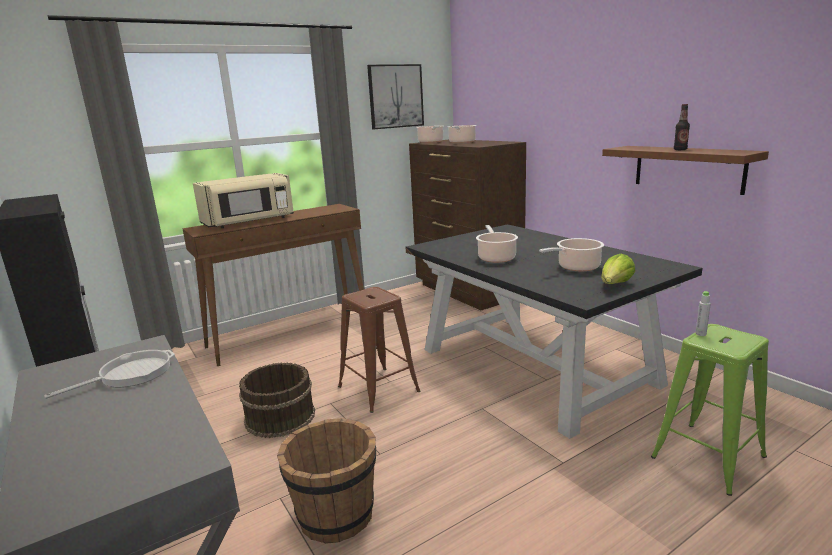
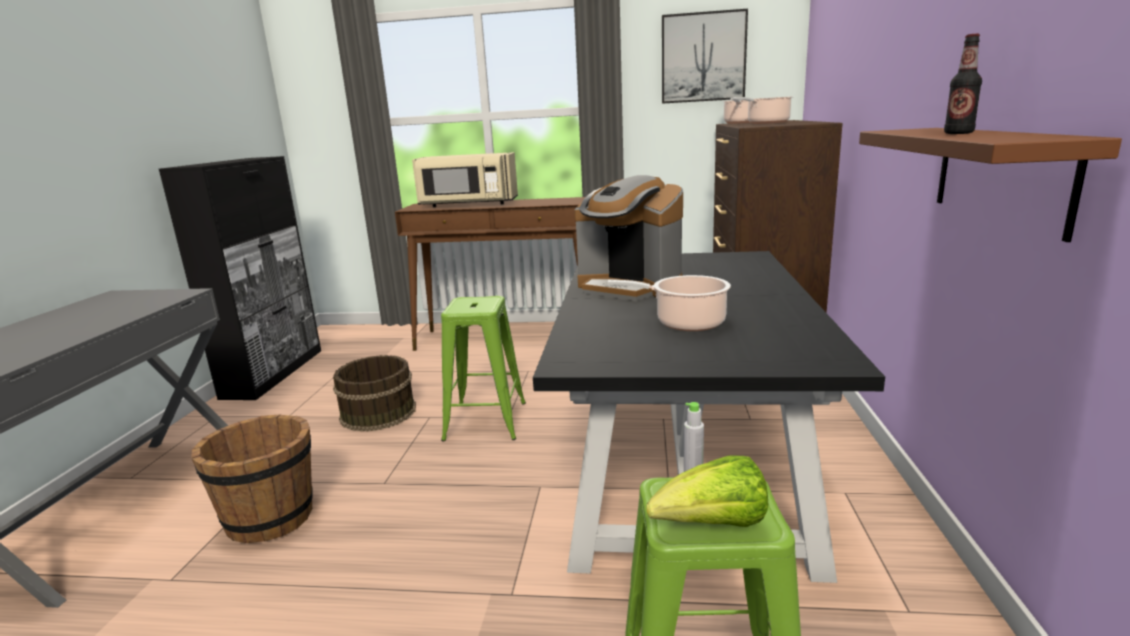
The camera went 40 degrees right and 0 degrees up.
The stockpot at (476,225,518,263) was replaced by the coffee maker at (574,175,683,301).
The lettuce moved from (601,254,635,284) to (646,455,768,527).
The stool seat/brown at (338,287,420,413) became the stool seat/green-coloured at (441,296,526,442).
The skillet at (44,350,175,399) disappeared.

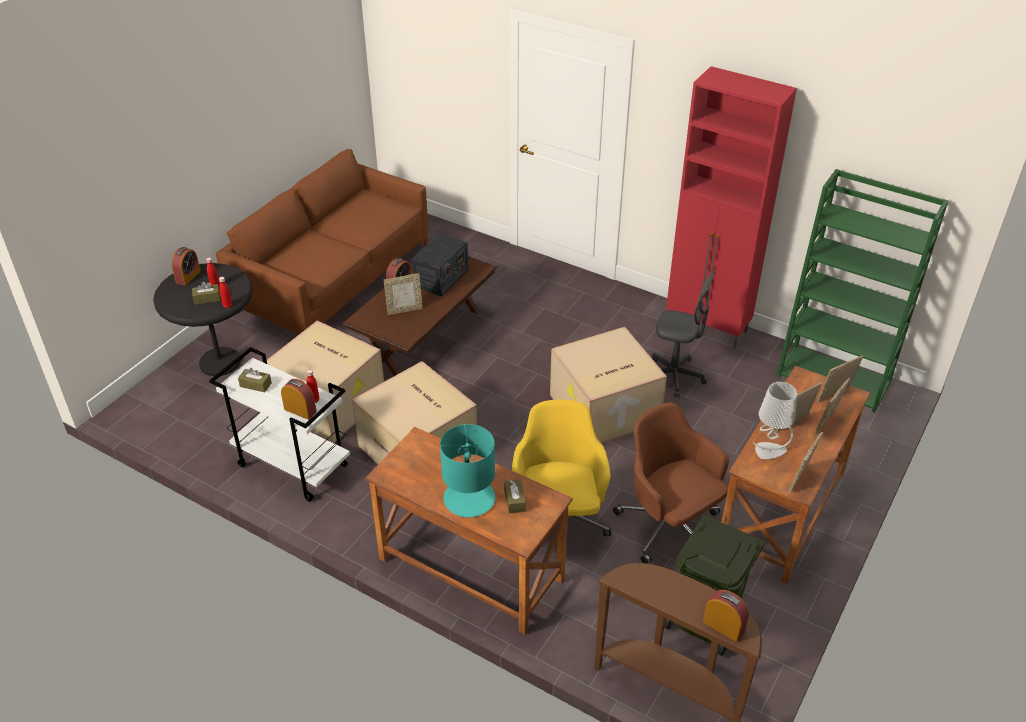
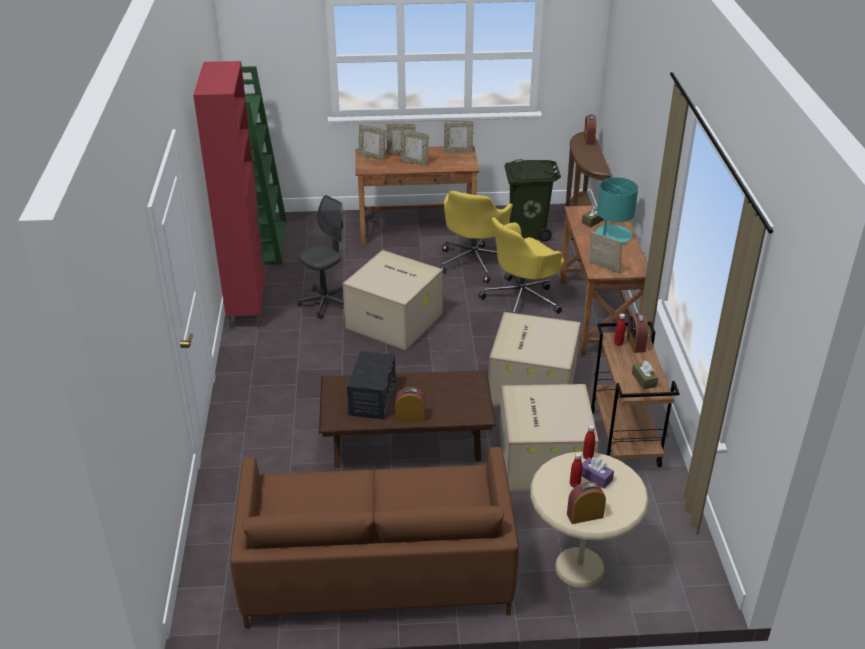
The camera went 125 degrees left and 5 degrees down.
The radio set at (412,233,468,296) turned 105 degrees clockwise.
The side table/black at (153,263,253,376) became the side table/sand-coloured at (531,452,649,588).
The computer chair/gray at (652,270,715,398) turned 60 degrees clockwise.
The picture frame moved from (384,273,423,315) to (590,231,622,273).
The box of tissues/brown at (192,282,221,305) became the box of tissues/purplish at (582,457,614,489).
The trolley/white-coloured at (209,347,350,502) became the trolley/brown at (591,322,680,467).
The tabletop lamp/gray at (753,382,797,459) disappeared.
The computer chair/brown at (613,403,729,564) became the computer chair/yellow at (440,191,513,283).

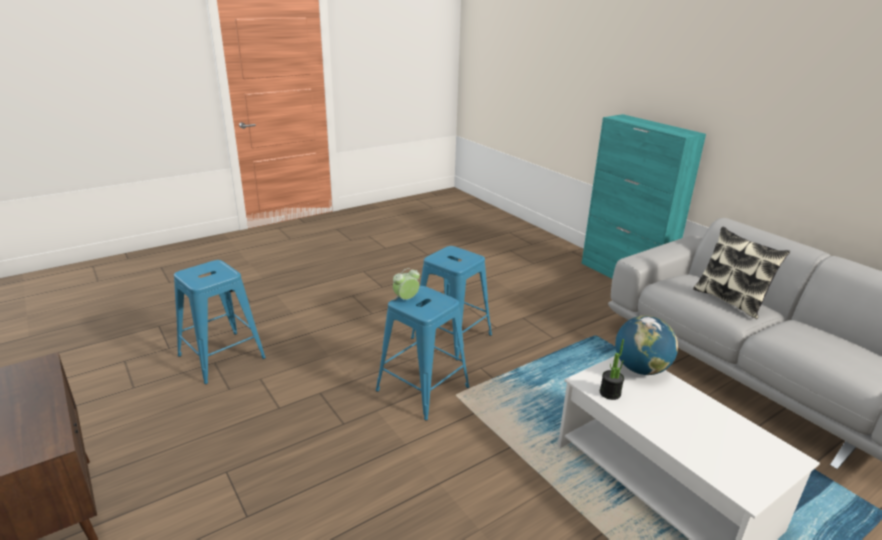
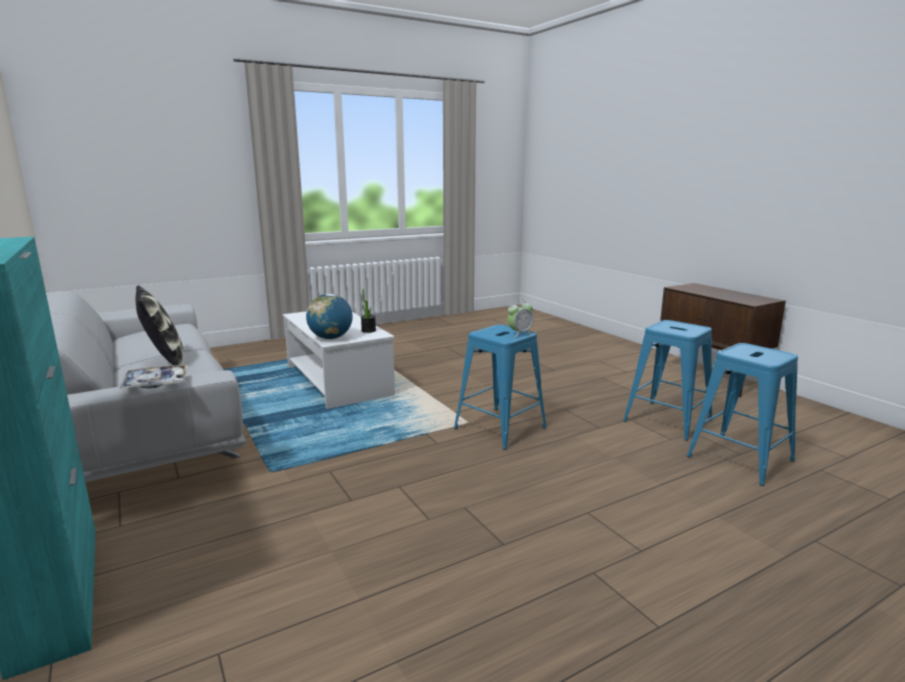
The camera went 175 degrees left and 10 degrees down.
The stool seat/blue moved from (411,246,492,360) to (623,320,712,441).
The serving tray at (120,364,188,389) appeared.

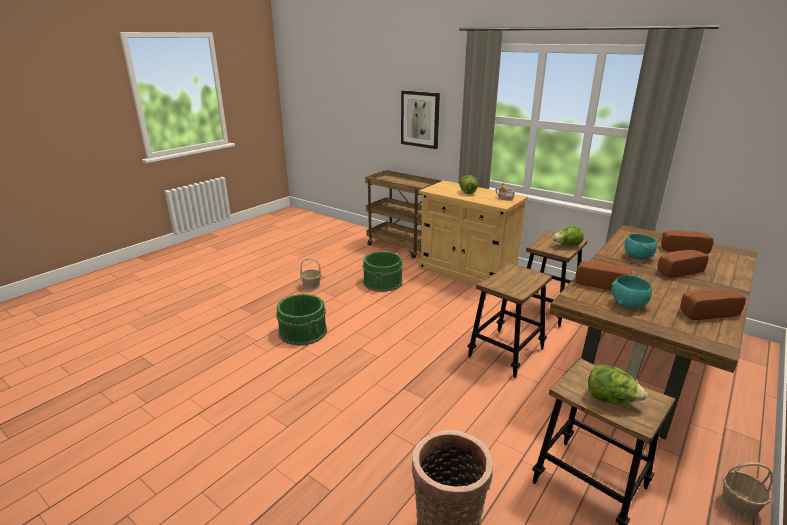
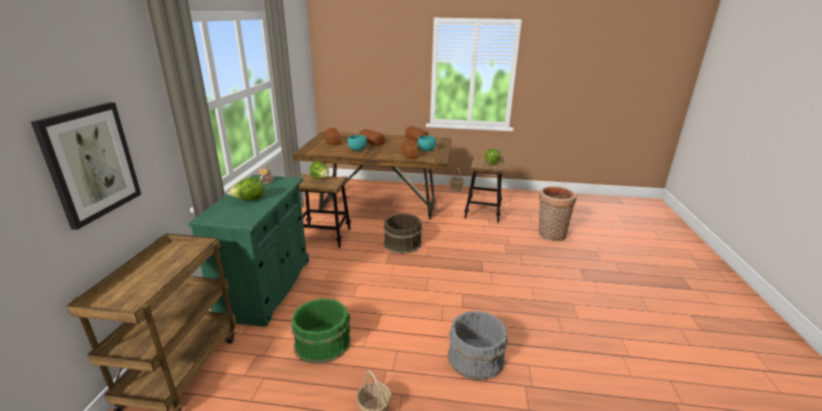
The camera went 120 degrees left and 0 degrees up.
The storage cabinet/sand-coloured at (419,181,528,285) became the storage cabinet/green-coloured at (188,175,309,327).
The stool seat at (467,263,552,378) was replaced by the bucket/brown at (383,213,422,254).
The bucket/green-coloured at (276,294,327,346) became the bucket/gray at (448,311,508,381).

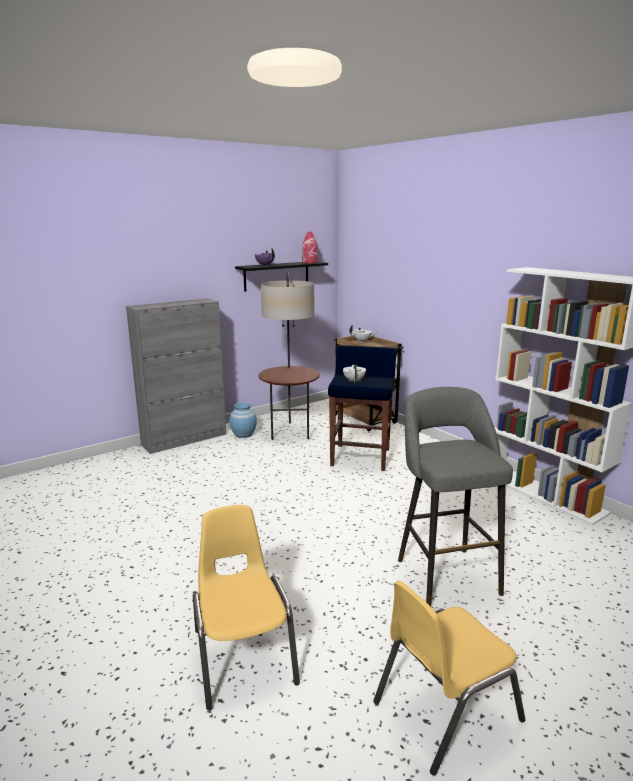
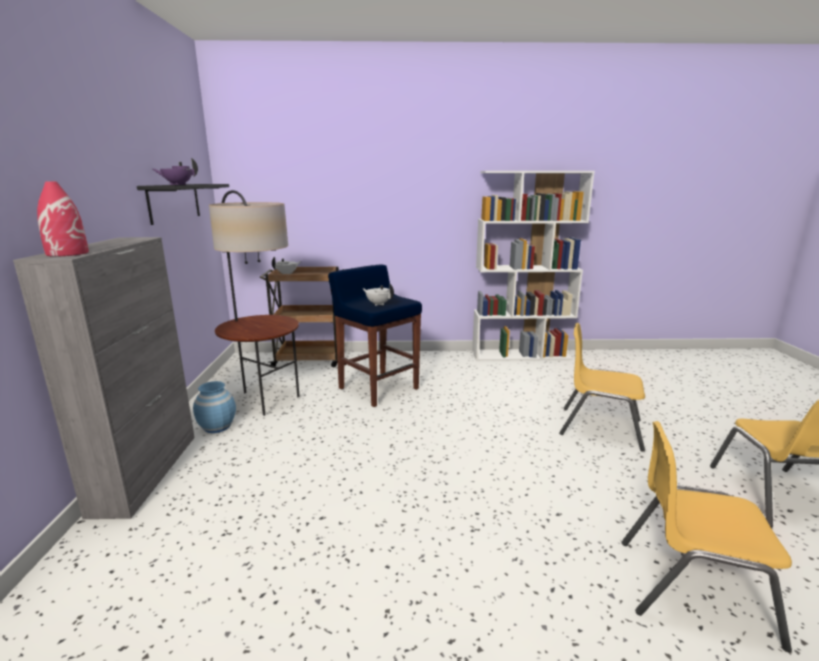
The camera went 55 degrees left and 0 degrees up.
The flower vase/red-coloured moved from (302,231,318,263) to (37,181,89,257).
The stool seat/gray at (398,387,513,606) was replaced by the upright chair/yellow at (559,323,645,451).

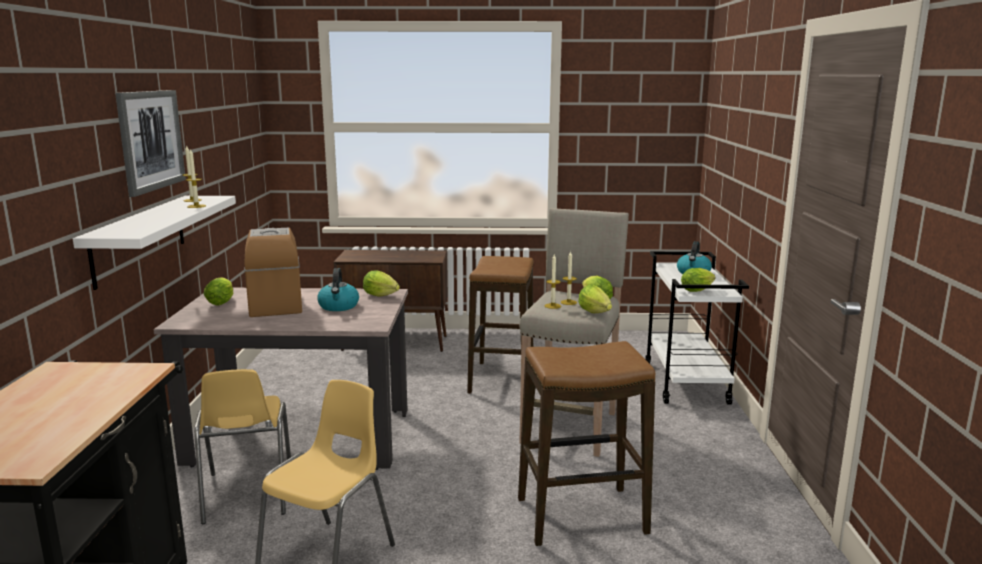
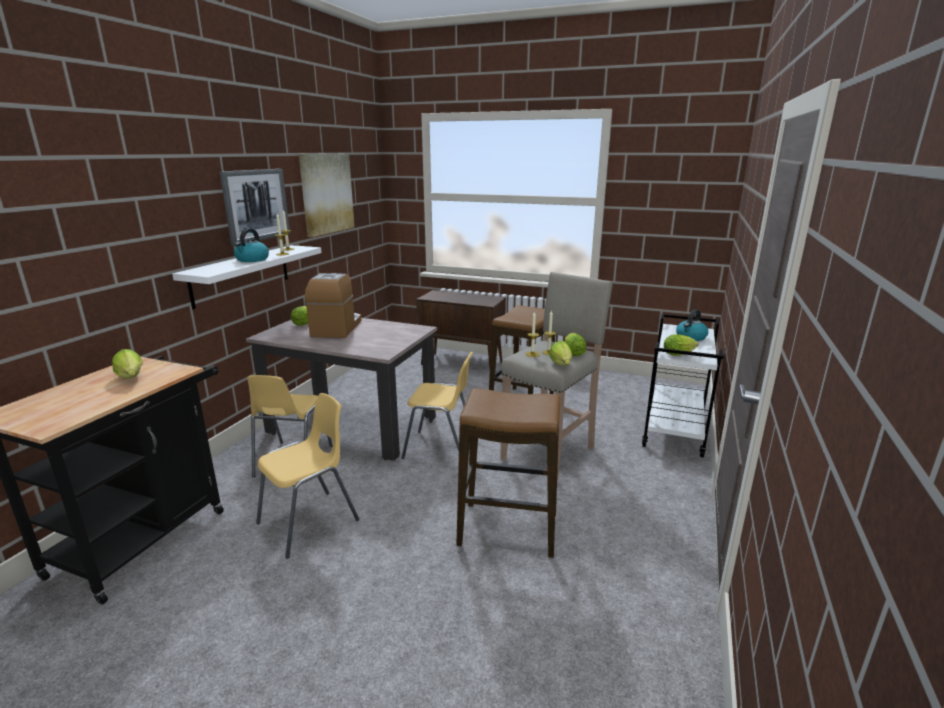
The camera went 20 degrees right and 5 degrees up.
The water kettle moved from (317,268,359,311) to (234,228,269,262).
The lettuce moved from (363,271,400,297) to (112,349,143,379).
The wall art at (299,153,355,237) appeared.
The upright chair/yellow at (402,352,473,459) appeared.

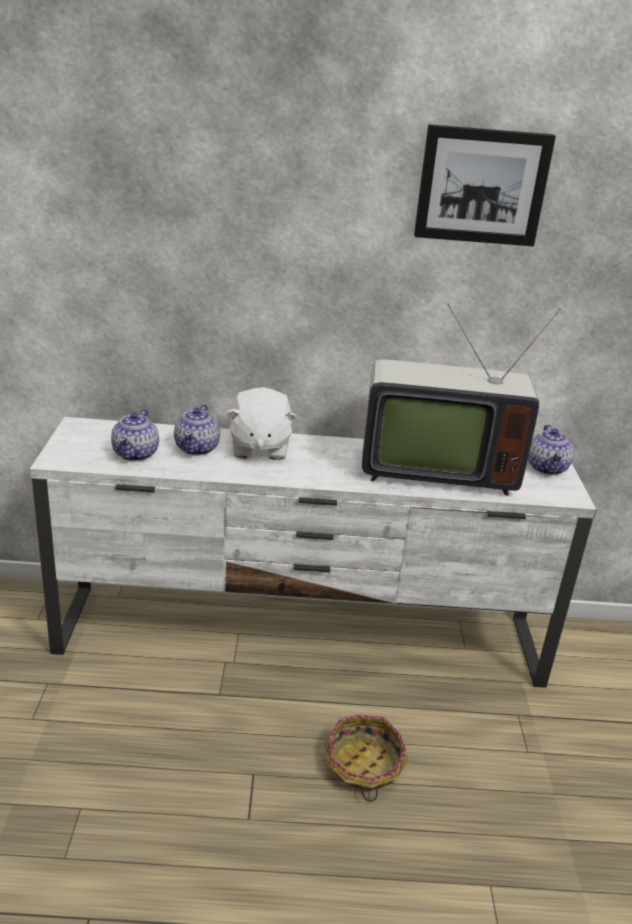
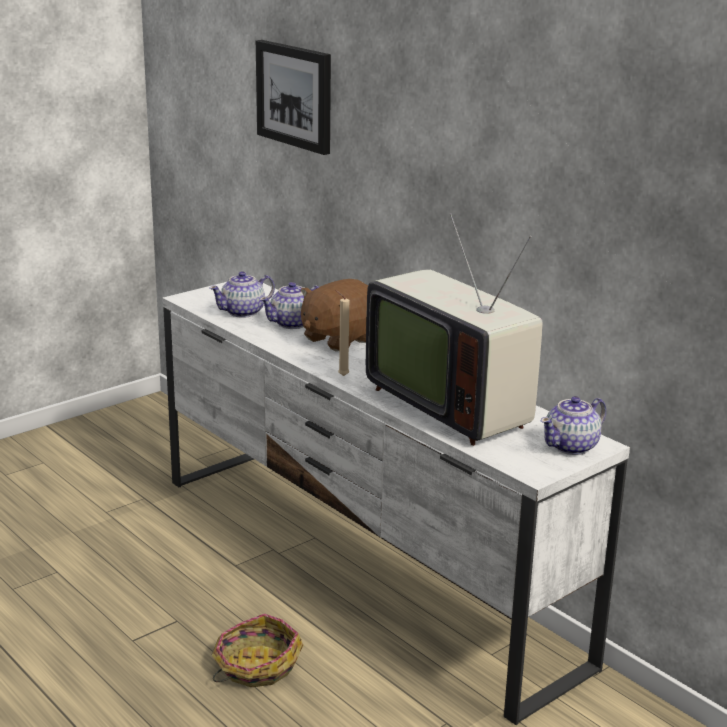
The camera went 50 degrees right and 5 degrees down.
The wall art moved from (414,124,556,246) to (256,40,331,155).
The plush toy/white-coloured at (226,387,296,460) became the plush toy/brown at (300,279,368,351).
The candle/sand-coloured at (335,290,349,376) appeared.

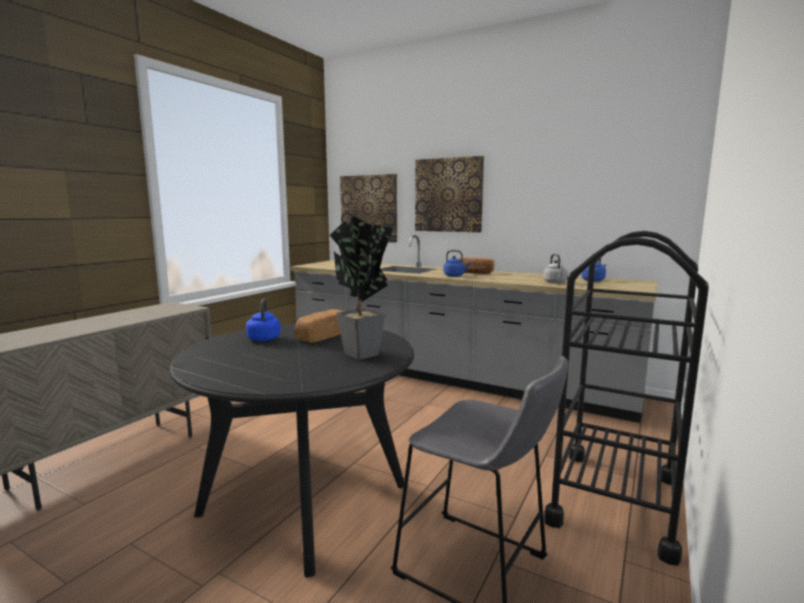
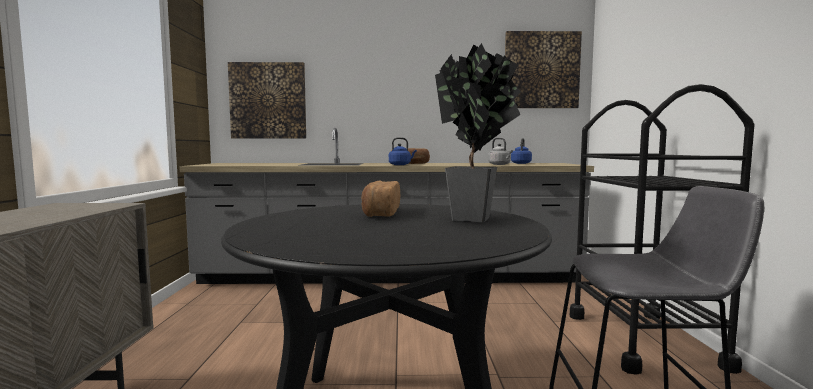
The camera went 30 degrees left and 5 degrees down.
The wall art moved from (415,156,484,232) to (505,31,582,108).
The water kettle/blue at (246,299,281,341) disappeared.

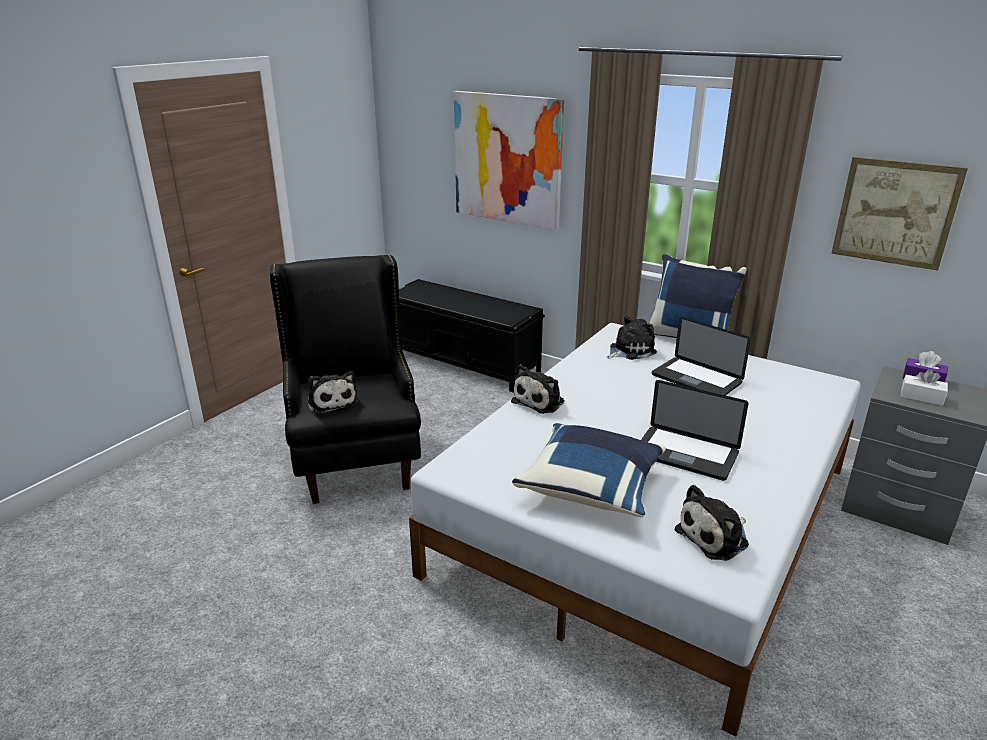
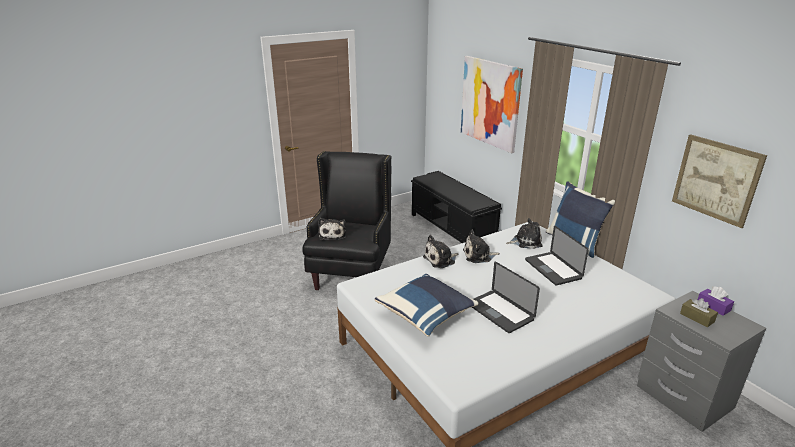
The camera went 25 degrees right and 0 degrees up.
The box of tissues/white-coloured at (901,369,948,406) became the box of tissues/brown at (680,298,718,327).
The plush toy moved from (675,485,749,561) to (463,229,500,263).

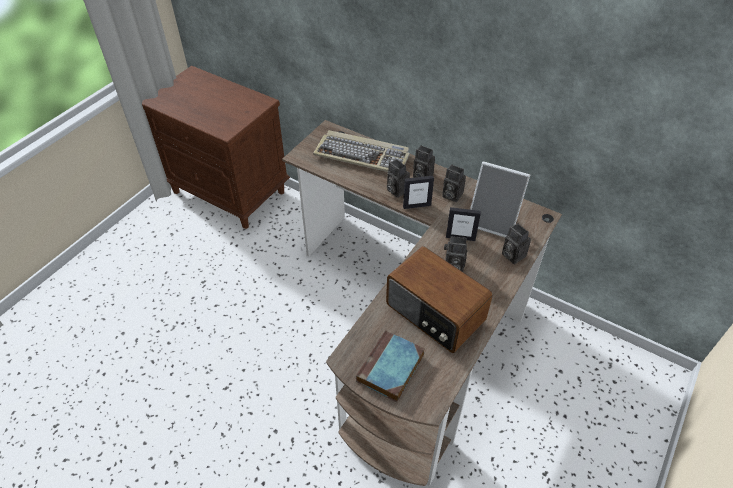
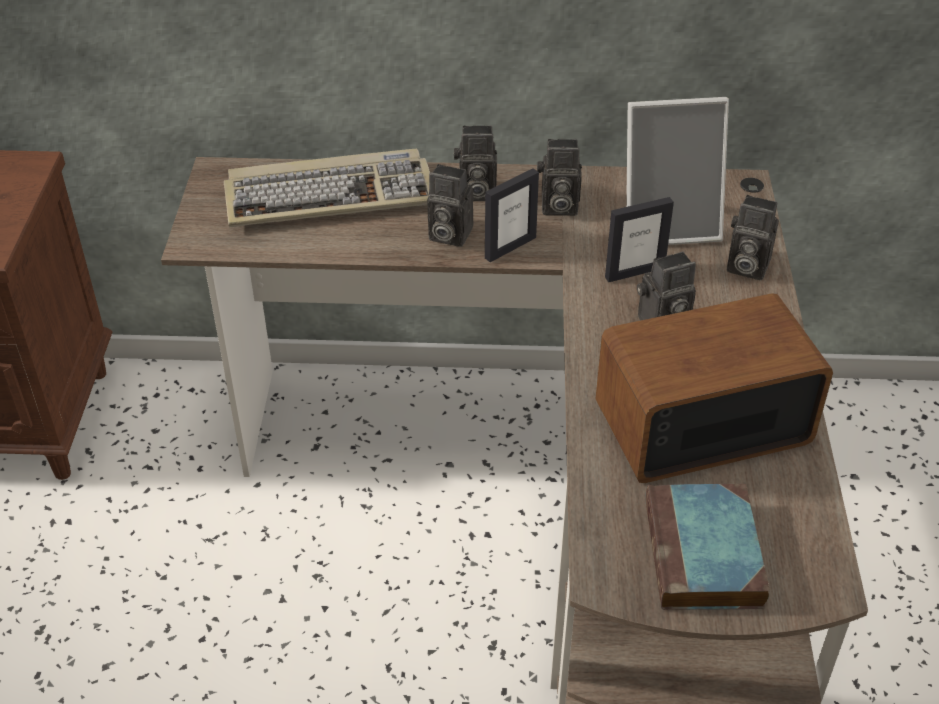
The camera went 30 degrees left and 5 degrees down.
The radio set at (386,246,493,353) turned 150 degrees clockwise.

